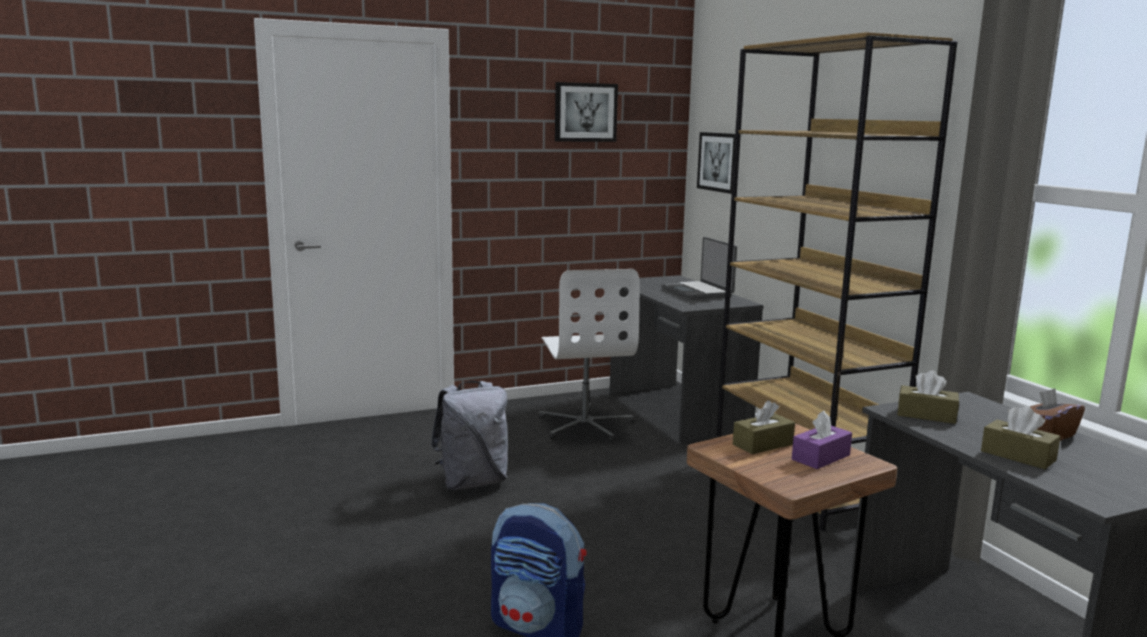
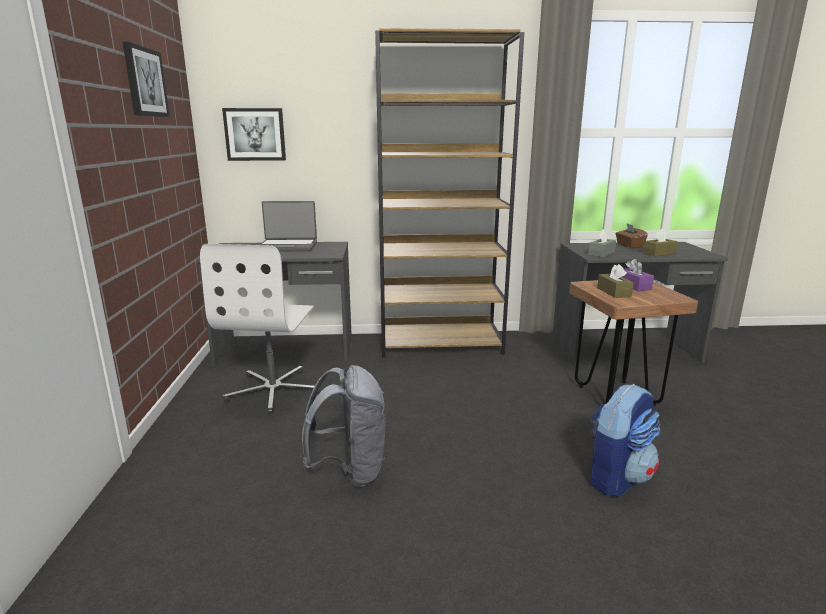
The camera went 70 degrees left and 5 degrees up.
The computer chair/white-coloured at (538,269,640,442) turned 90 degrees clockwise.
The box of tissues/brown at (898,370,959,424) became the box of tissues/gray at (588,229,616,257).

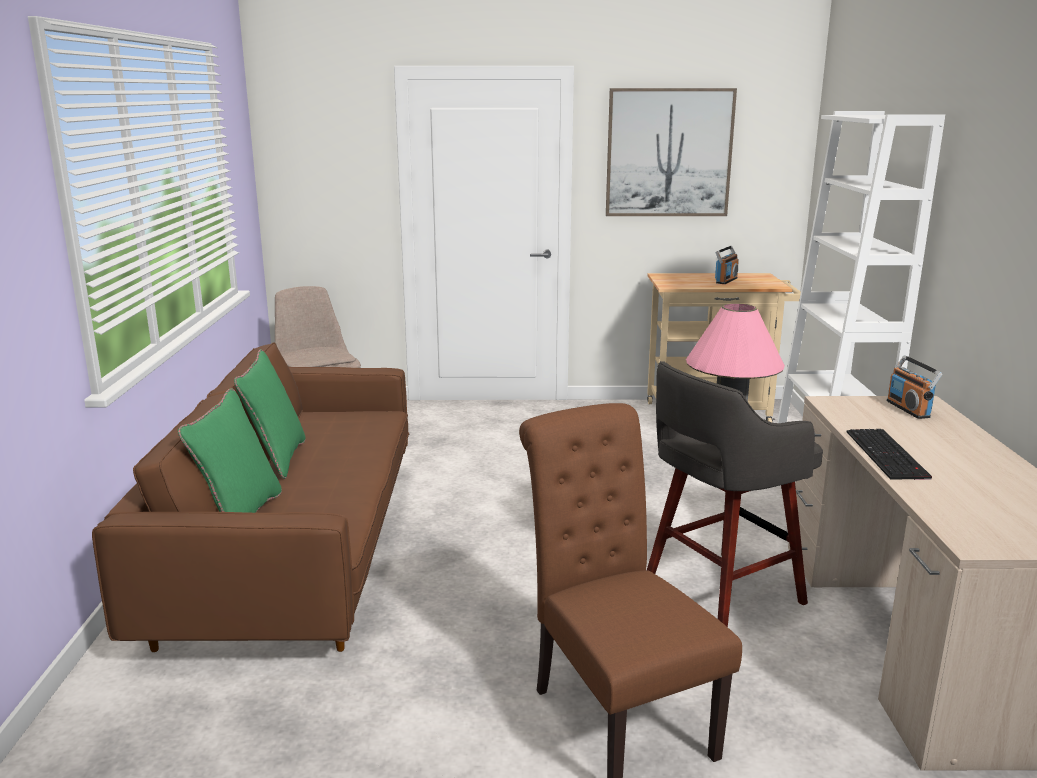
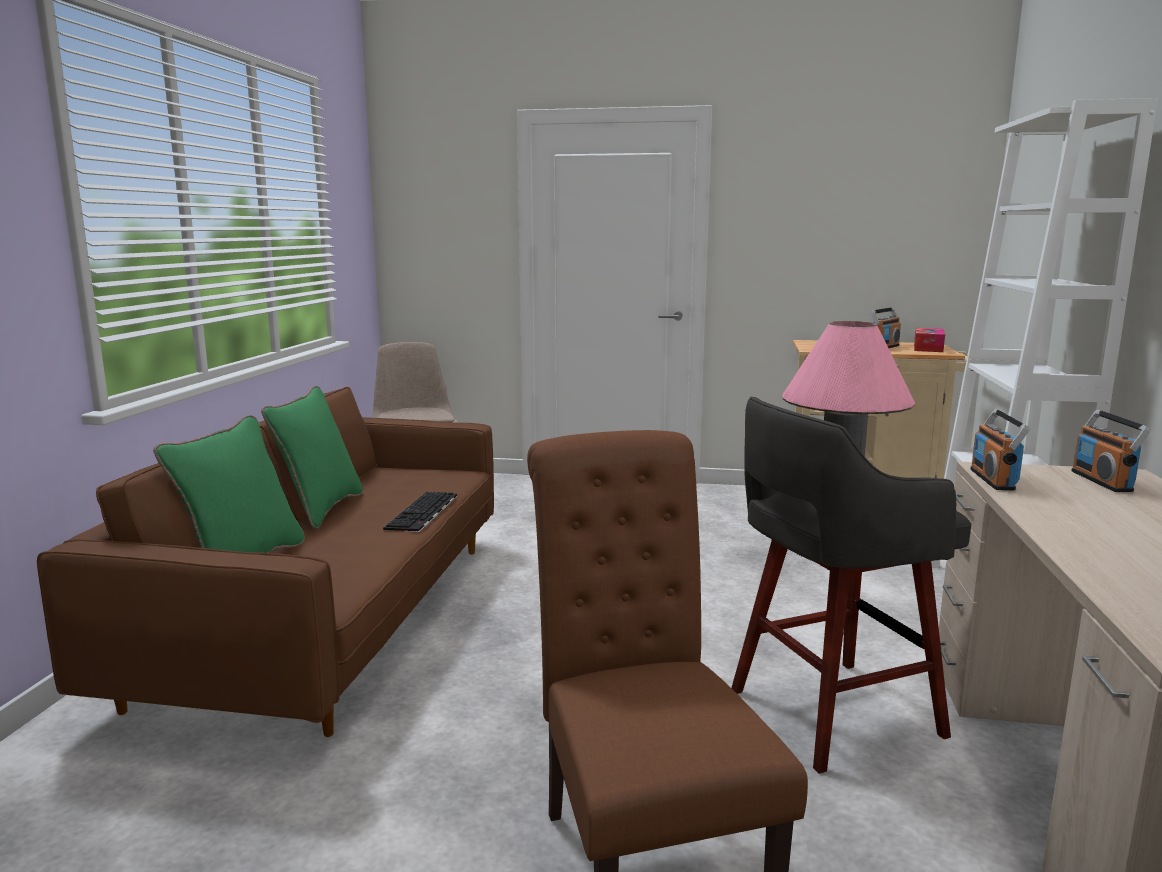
The camera went 10 degrees right and 5 degrees down.
The wall art at (606,88,737,216) disappeared.
The PC keyboard moved from (847,429,932,480) to (383,492,457,532).
The box of tissues at (914,328,945,352) appeared.
The radio set at (970,409,1030,490) appeared.

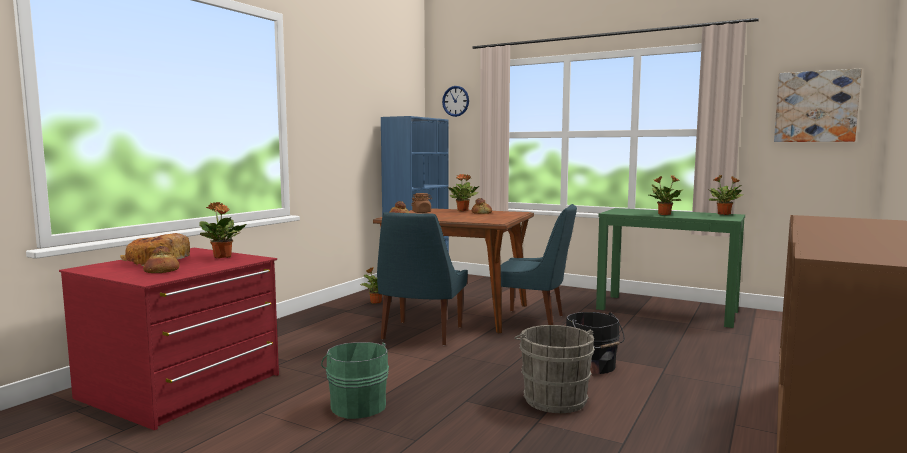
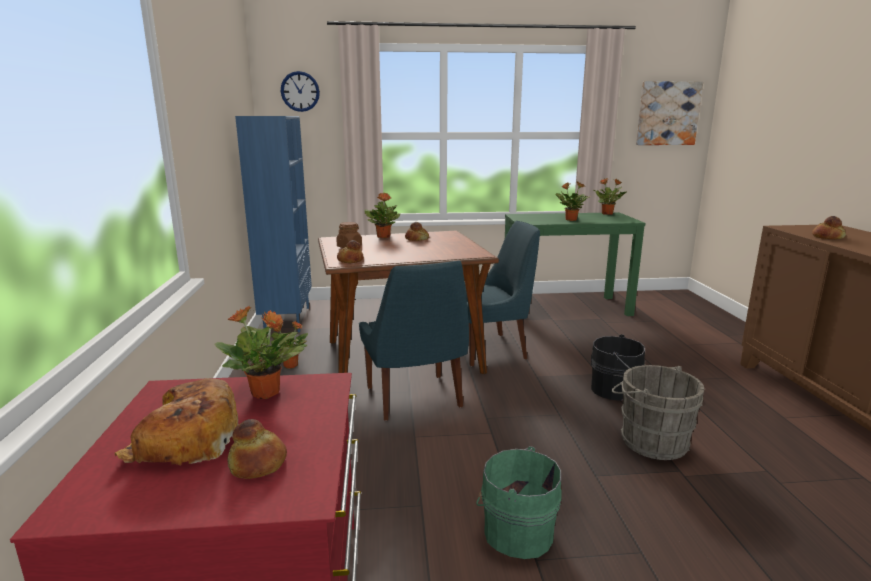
The camera went 35 degrees left and 10 degrees up.
The baked bread at (812,216,846,239) appeared.

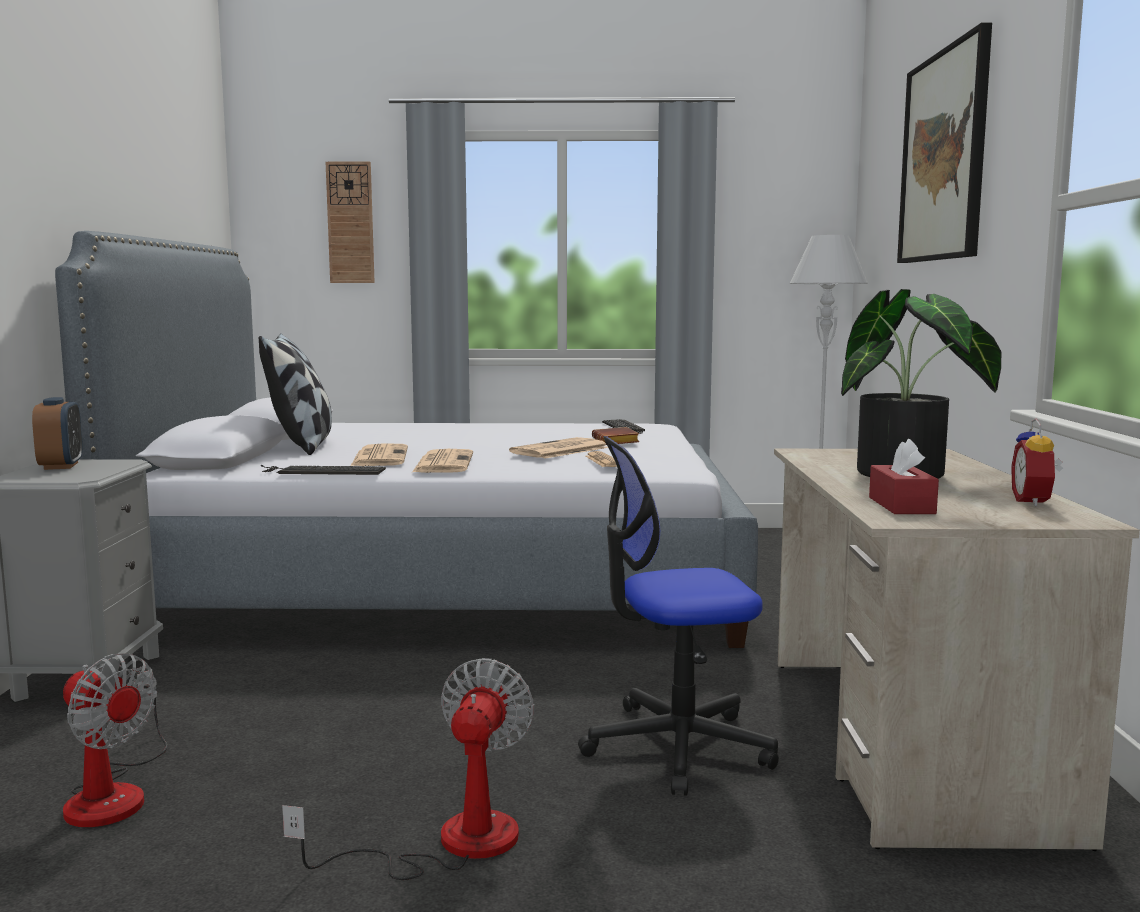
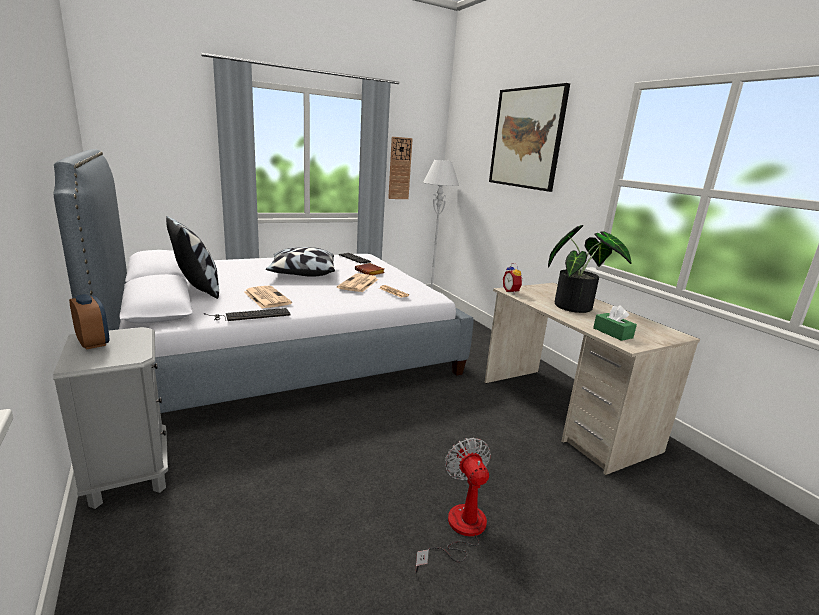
The camera went 30 degrees left and 10 degrees up.
The clock on the wall moved from (326,162,375,283) to (388,137,413,199).
The table clock moved from (1011,418,1063,506) to (503,263,523,294).
The computer chair at (578,436,779,796) disappeared.
The box of tissues/red-coloured at (869,439,939,514) became the box of tissues/green-coloured at (593,305,637,341).
The printed paper at (412,449,473,473) disappeared.
The fan at (63,653,167,827) disappeared.
The cushion at (266,247,335,277) appeared.

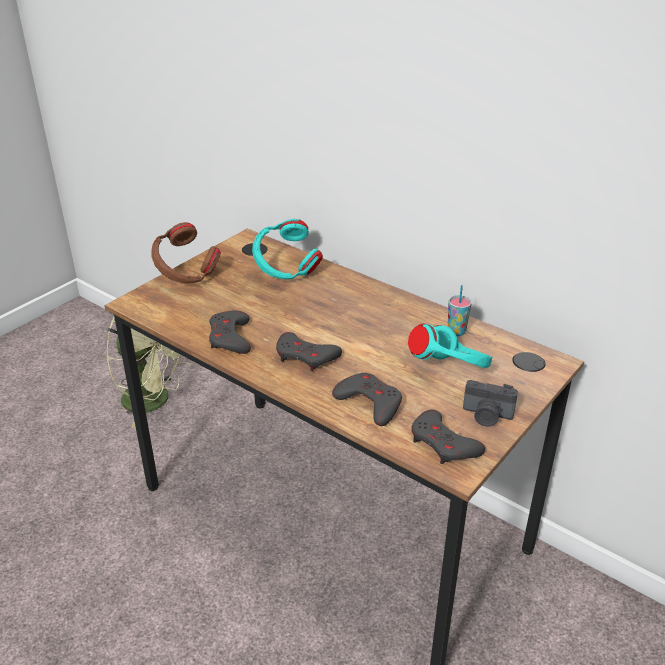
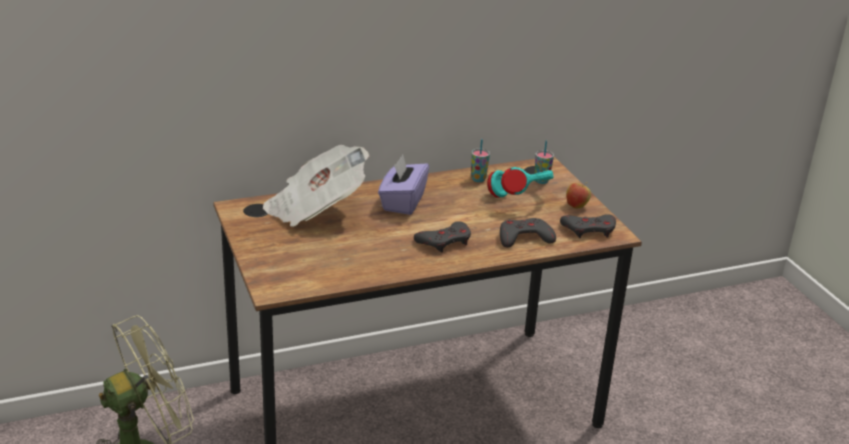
The camera went 60 degrees left and 5 degrees down.
The headset/turquoise-coloured at (252,219,323,279) was replaced by the printed paper at (263,145,370,227).
The headset/brown at (151,222,221,283) disappeared.
The game controller/gray at (209,310,251,354) disappeared.
The still camera at (463,380,518,427) was replaced by the apple at (566,182,591,208).
The cup at (535,141,554,184) appeared.
The box of tissues/purplish at (378,155,429,215) appeared.

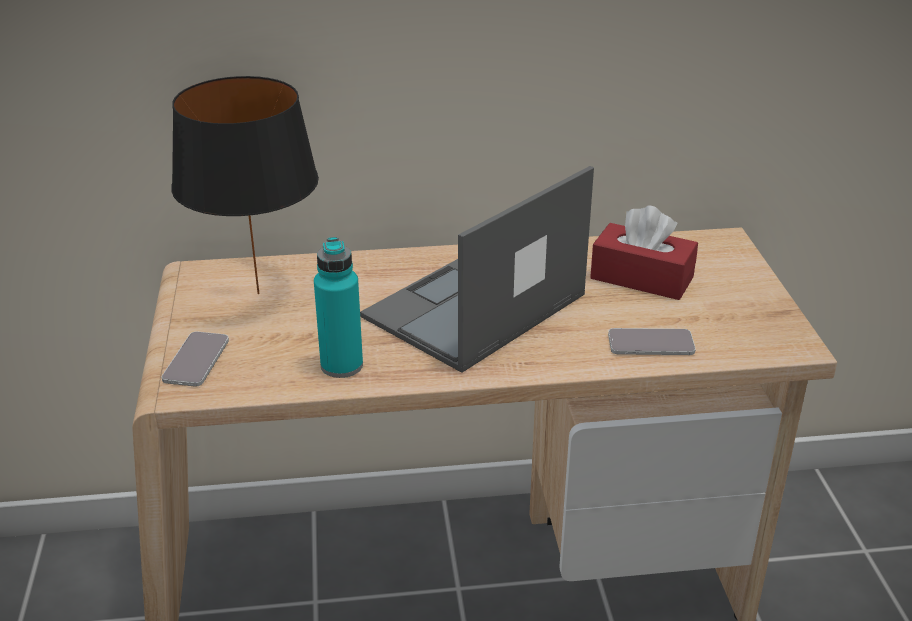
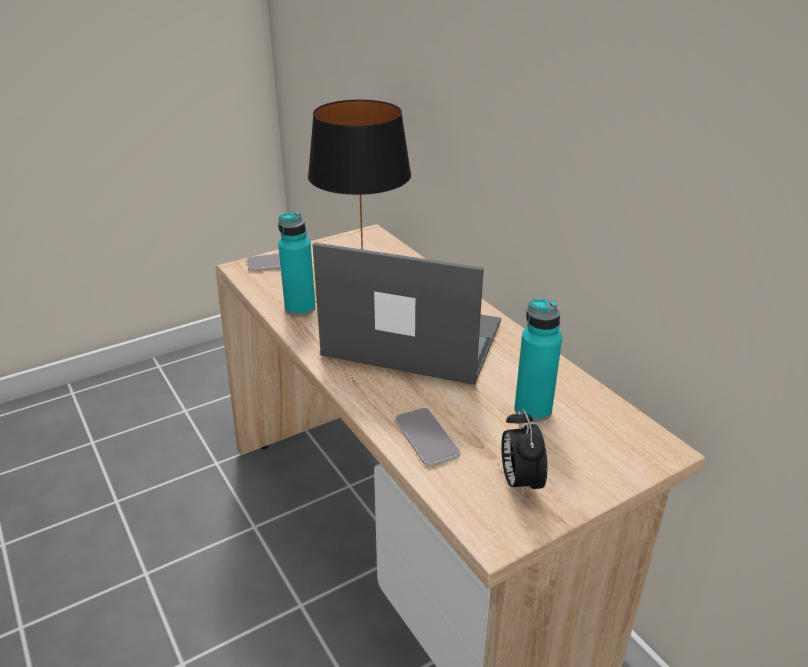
The camera went 65 degrees right and 0 degrees up.
The box of tissues/red-coloured at (590,206,698,300) was replaced by the drink bottle/turquoise-coloured at (514,299,562,422).
The table clock at (501,409,547,499) appeared.

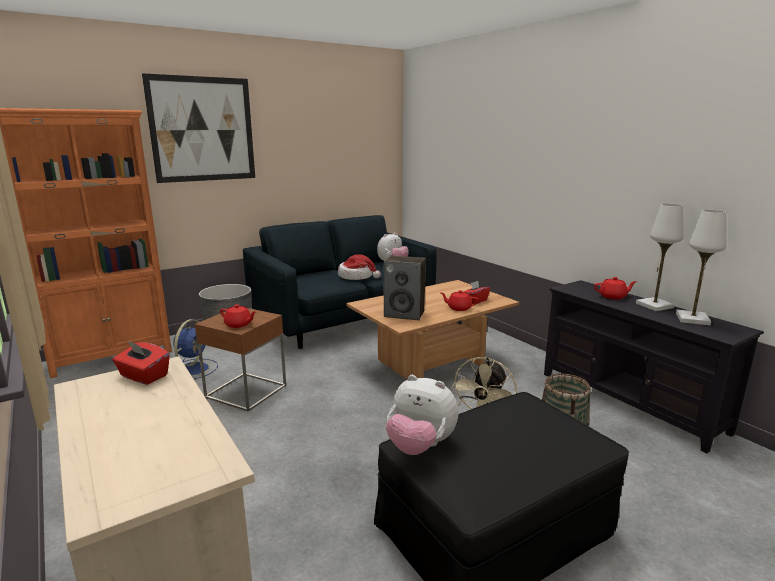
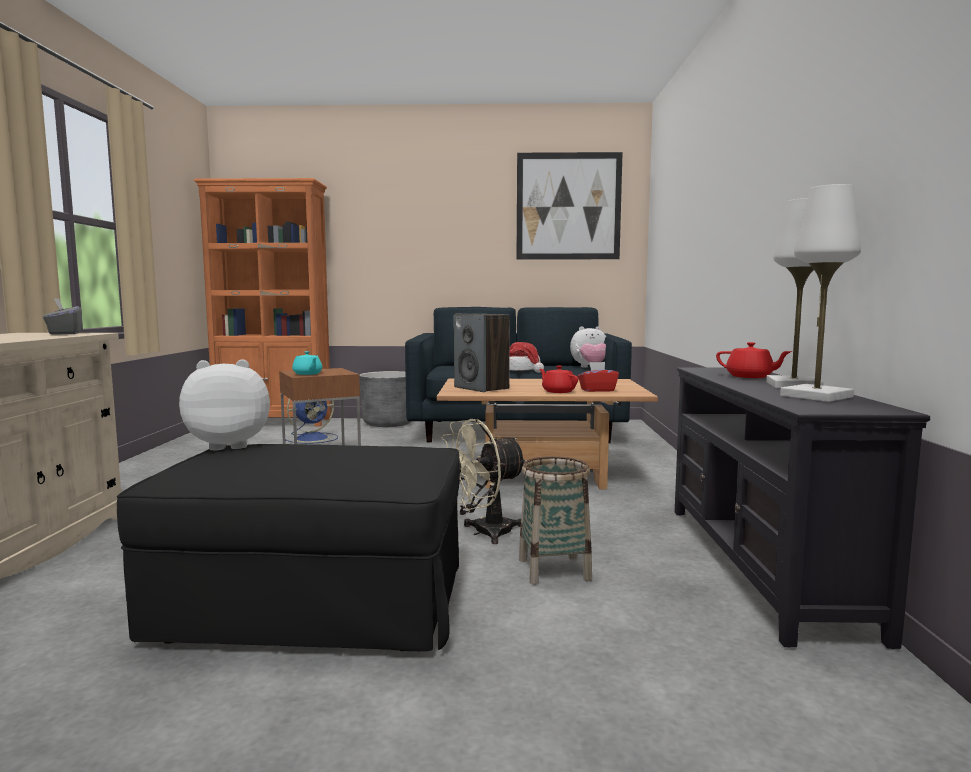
The camera went 35 degrees right and 10 degrees down.
The wall art moved from (142,73,255,183) to (516,152,623,259).
The tea pot/red-coloured at (220,304,256,328) became the tea pot/turquoise-coloured at (292,351,322,375).
The box of tissues/red-coloured at (112,341,170,385) became the box of tissues/gray at (43,298,82,335).
The plush toy at (386,375,458,455) turned 105 degrees clockwise.

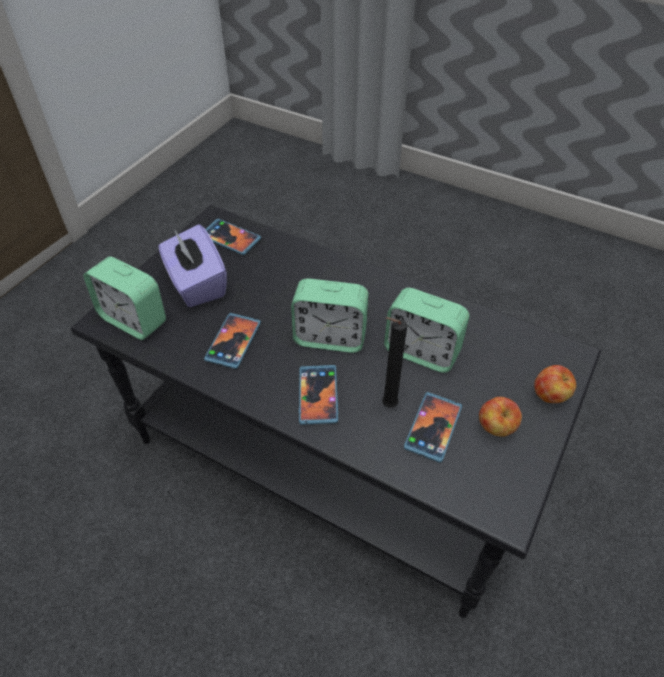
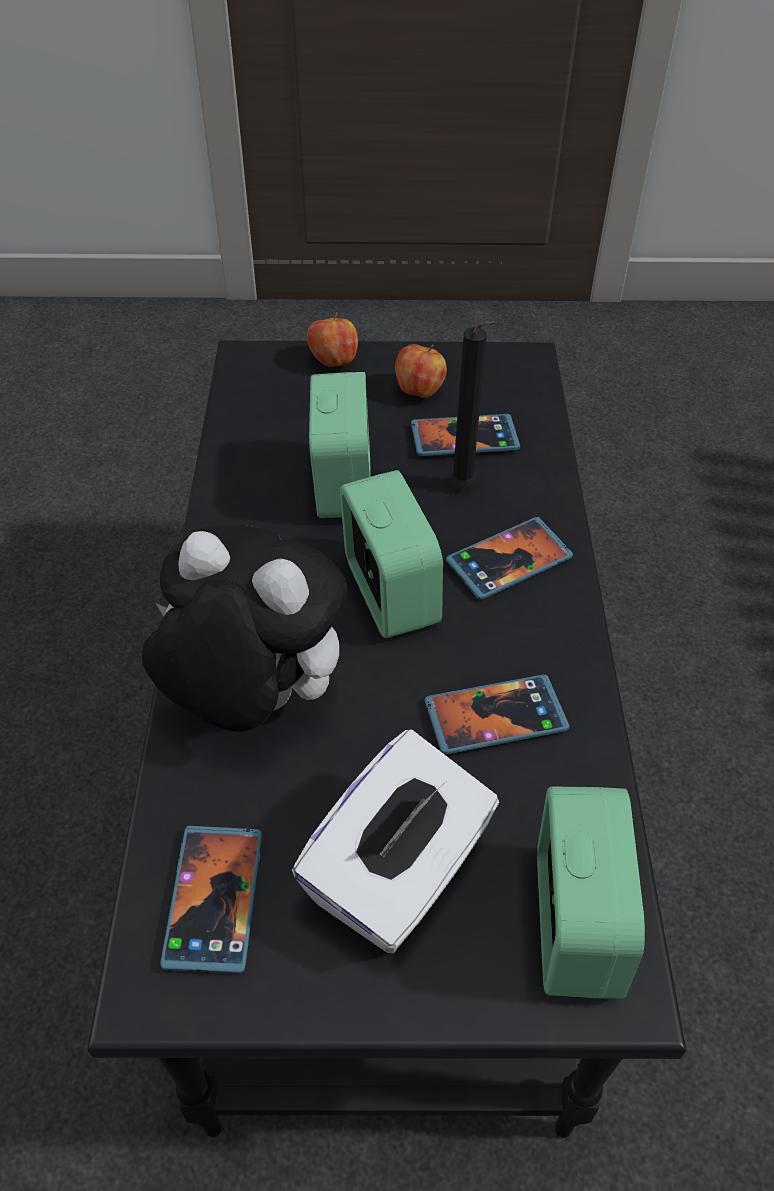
The camera went 120 degrees left and 0 degrees up.
The box of tissues/purplish at (158,224,227,307) became the box of tissues/white-coloured at (292,729,499,954).
The plush toy at (142,525,347,732) appeared.

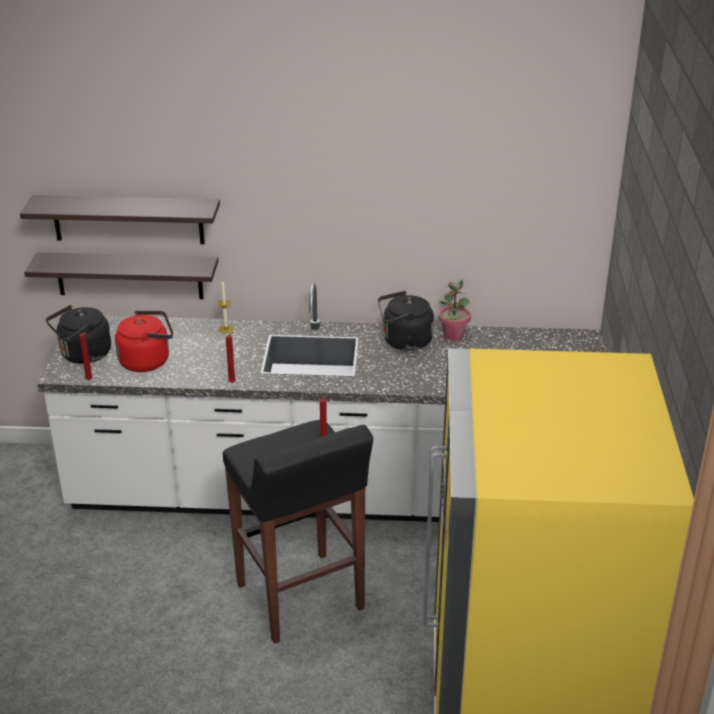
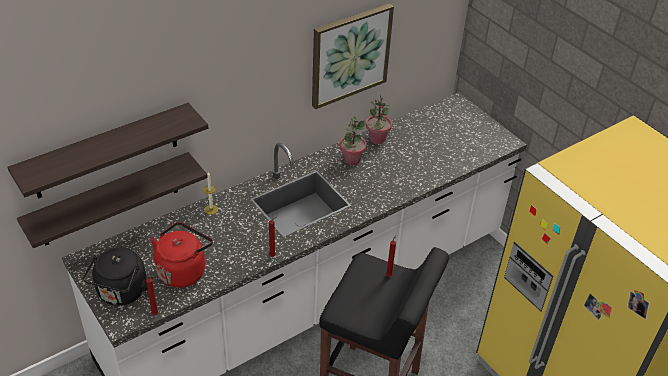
The camera went 40 degrees left and 10 degrees up.
The water kettle/black at (378,291,434,351) was replaced by the houseplant at (340,116,367,165).
The wall art at (312,3,394,109) appeared.

